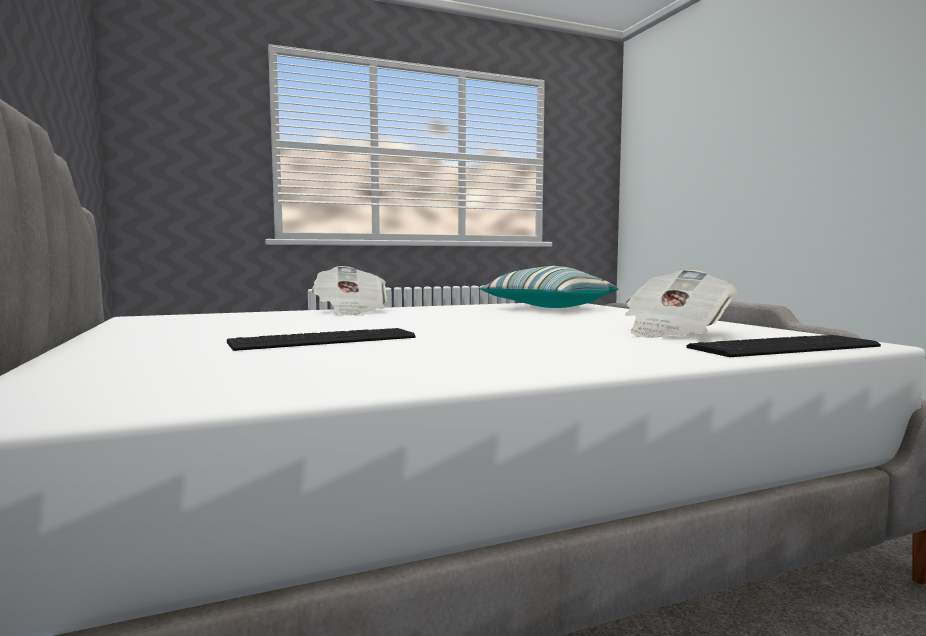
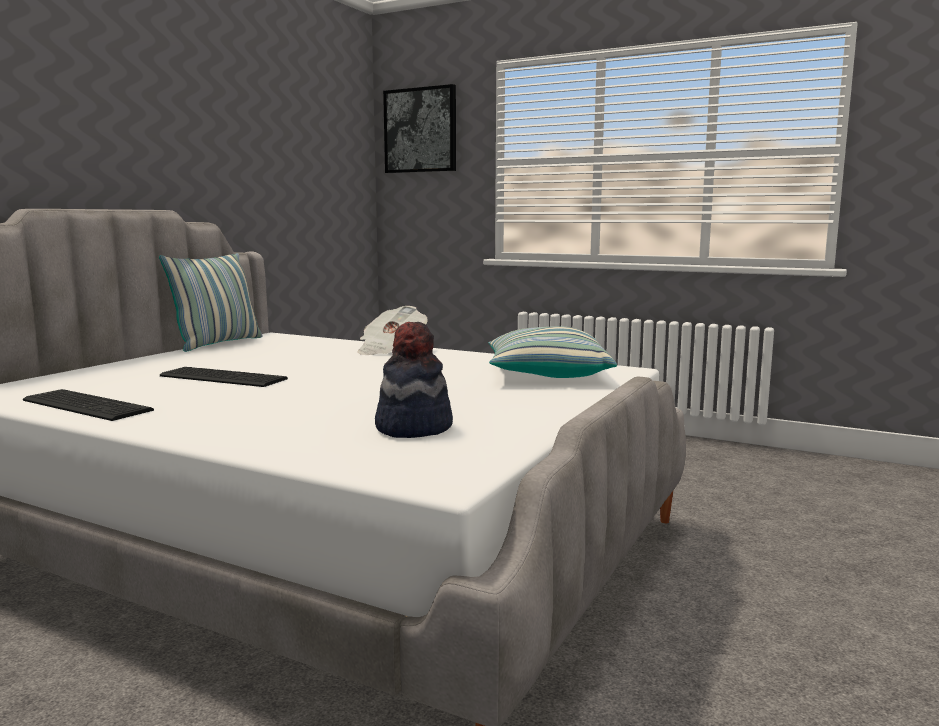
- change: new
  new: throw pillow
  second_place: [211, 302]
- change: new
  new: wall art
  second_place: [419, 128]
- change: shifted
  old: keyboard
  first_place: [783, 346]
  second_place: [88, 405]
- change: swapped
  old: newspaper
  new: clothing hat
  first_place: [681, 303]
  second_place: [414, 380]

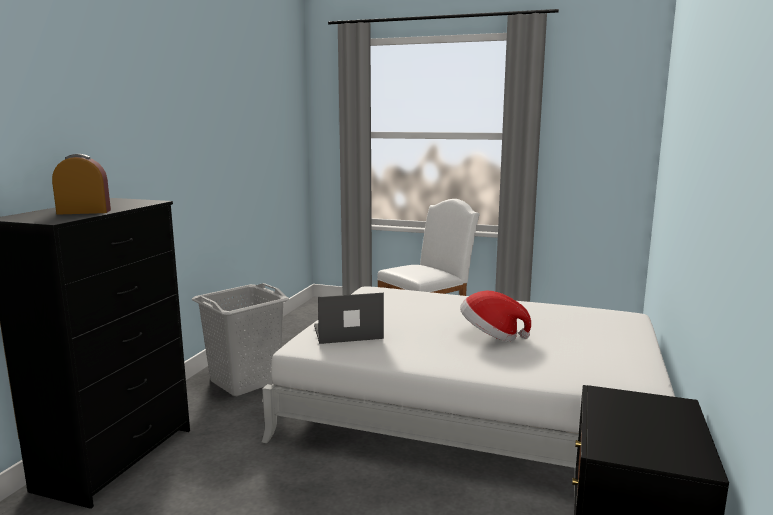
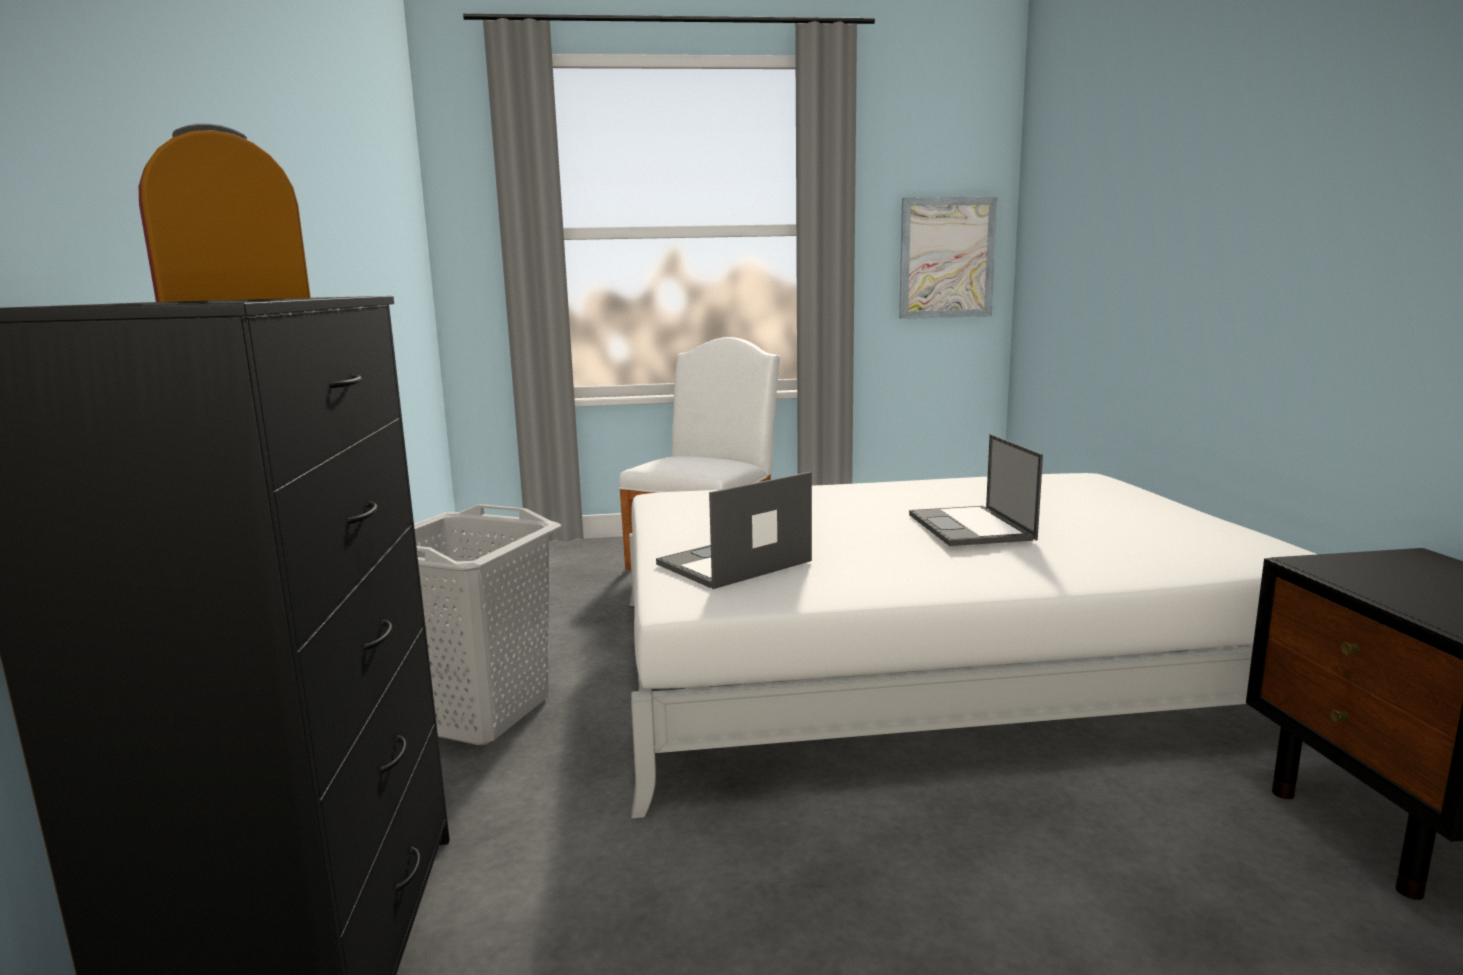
- change: new
  new: wall art
  second_place: [948, 257]
- change: swapped
  old: clothing hat
  new: notebook computer
  first_place: [495, 316]
  second_place: [976, 490]

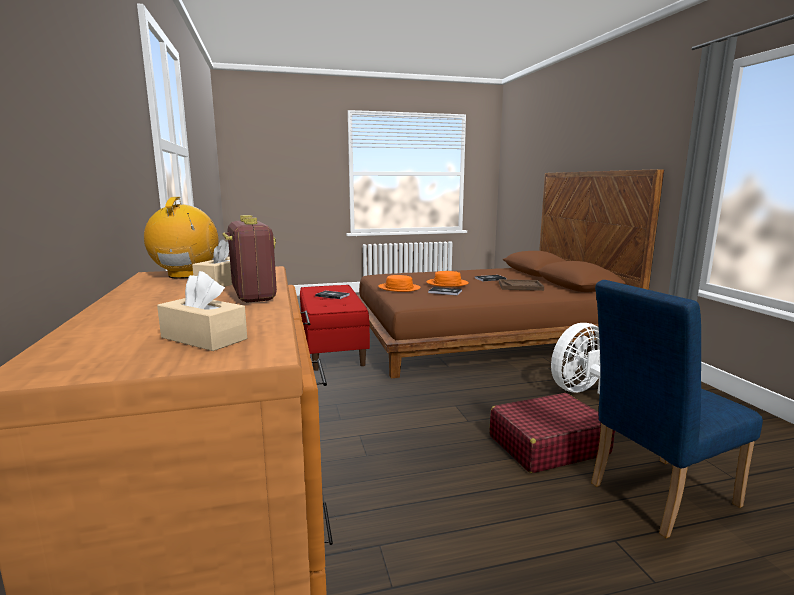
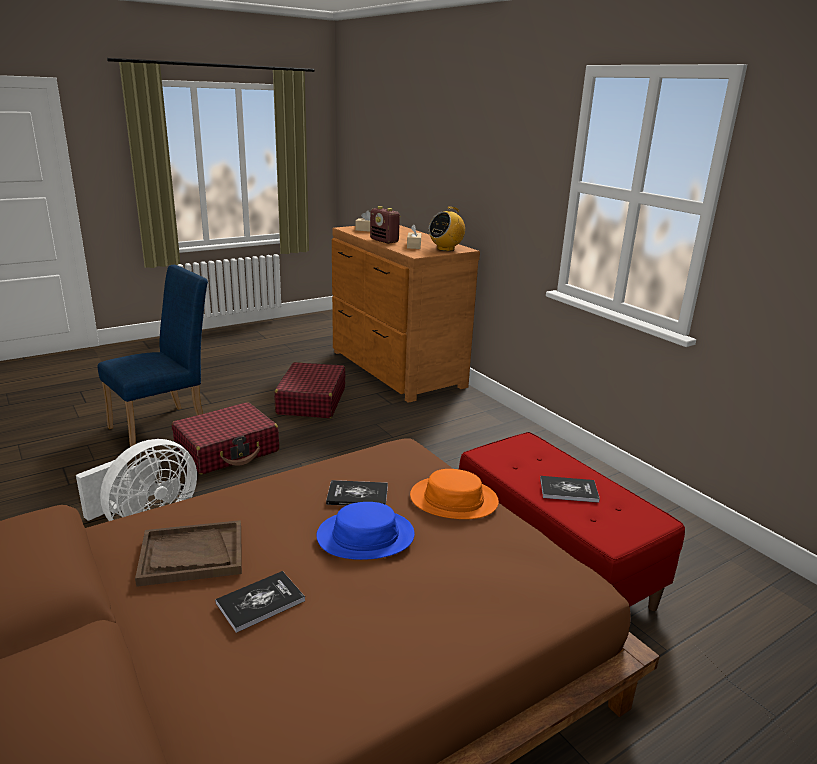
- change: new
  new: red-coloured piece of luggage
  second_place: [309, 390]
- change: repainted
  old: orange clothing hat
  new: bluish clothing hat
  first_place: [447, 279]
  second_place: [365, 531]
- change: rotated
  old: radio
  first_place: [181, 238]
  second_place: [447, 229]
  degrees: 75

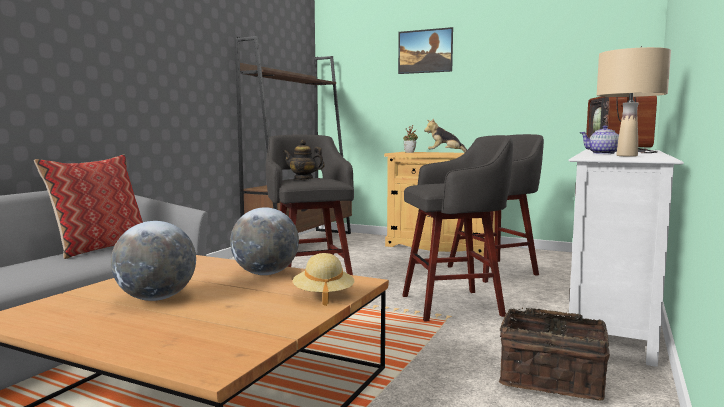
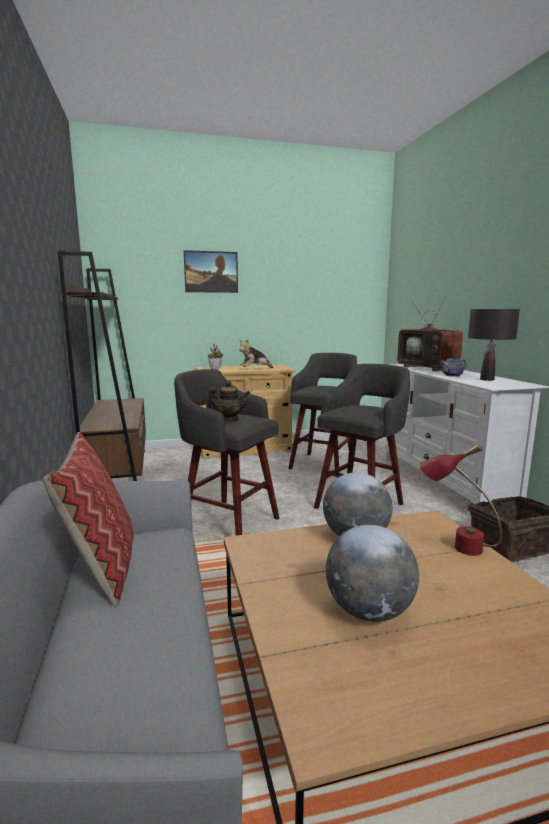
- change: swapped
  old: sand-coloured clothing hat
  new: red-coloured tabletop lamp
  first_place: [323, 279]
  second_place: [460, 500]
- change: repainted
  old: sand-coloured tabletop lamp
  new: black tabletop lamp
  first_place: [634, 102]
  second_place: [494, 345]
- change: rotated
  old: tea pot
  first_place: [304, 160]
  second_place: [228, 400]
  degrees: -150

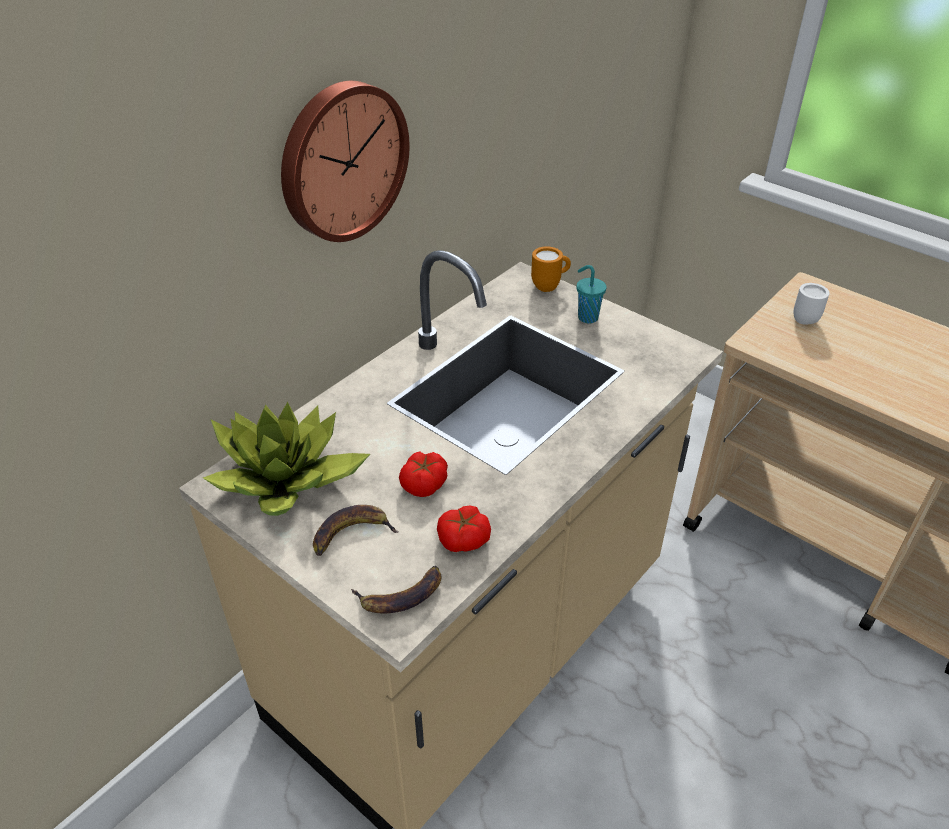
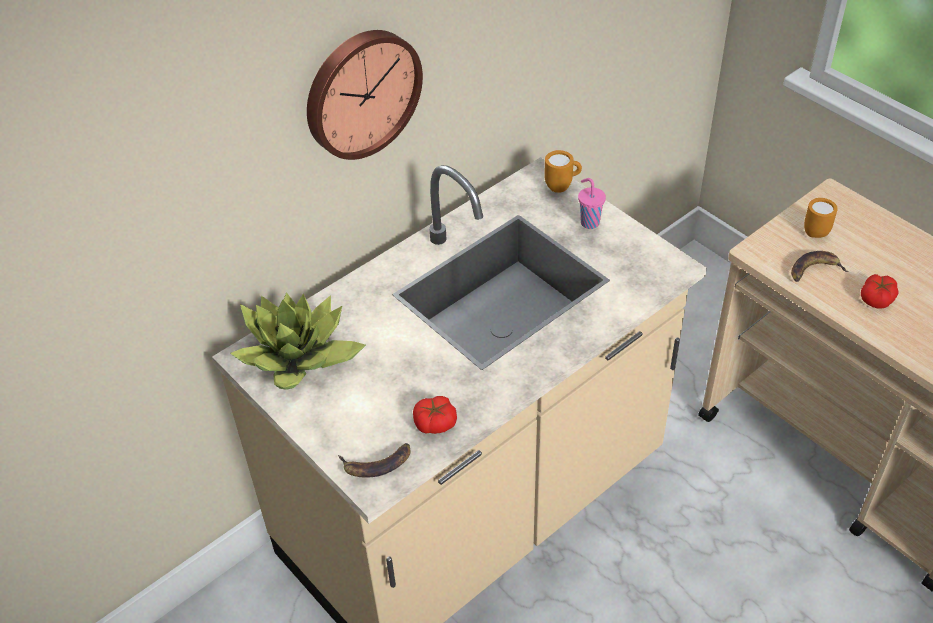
- change: shifted
  old: whole banana
  first_place: [356, 530]
  second_place: [820, 266]
- change: shifted
  old: whole tomato
  first_place: [423, 474]
  second_place: [880, 291]
- change: repainted
  old: turquoise cup
  new: pink cup
  first_place: [592, 294]
  second_place: [592, 203]
- change: repainted
  old: white-coloured tea mug
  new: orange tea mug
  first_place: [812, 303]
  second_place: [821, 218]

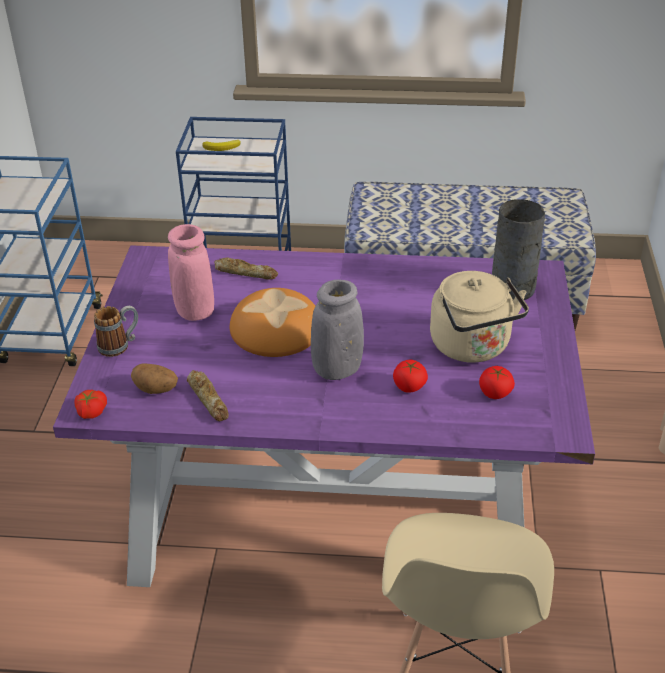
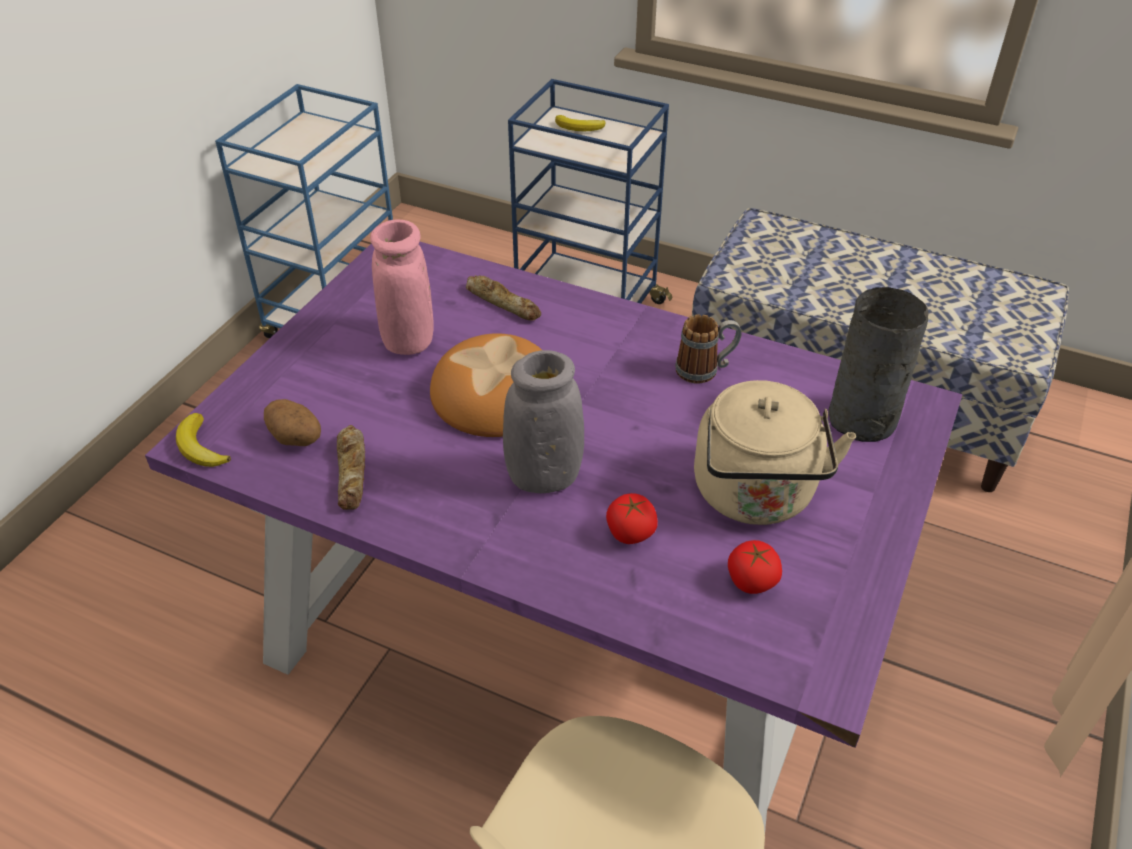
- change: shifted
  old: tea mug
  first_place: [116, 331]
  second_place: [708, 348]
- change: swapped
  old: whole tomato
  new: whole banana
  first_place: [91, 404]
  second_place: [203, 440]

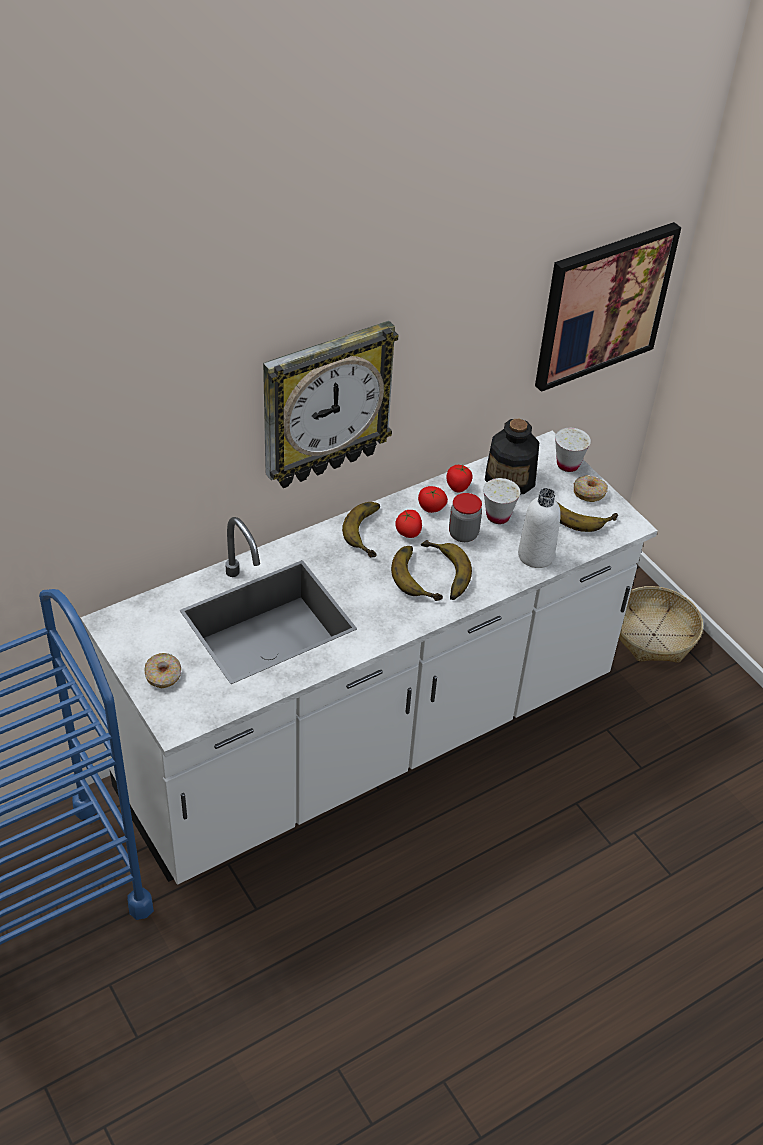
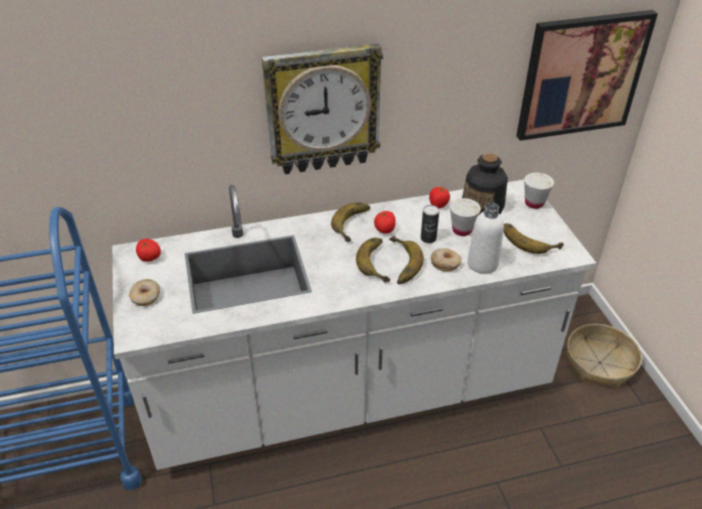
- change: shifted
  old: whole tomato
  first_place: [433, 499]
  second_place: [148, 250]
- change: shifted
  old: doughnut
  first_place: [591, 488]
  second_place: [446, 259]
- change: swapped
  old: preserve jar
  new: metal can
  first_place: [465, 517]
  second_place: [430, 224]

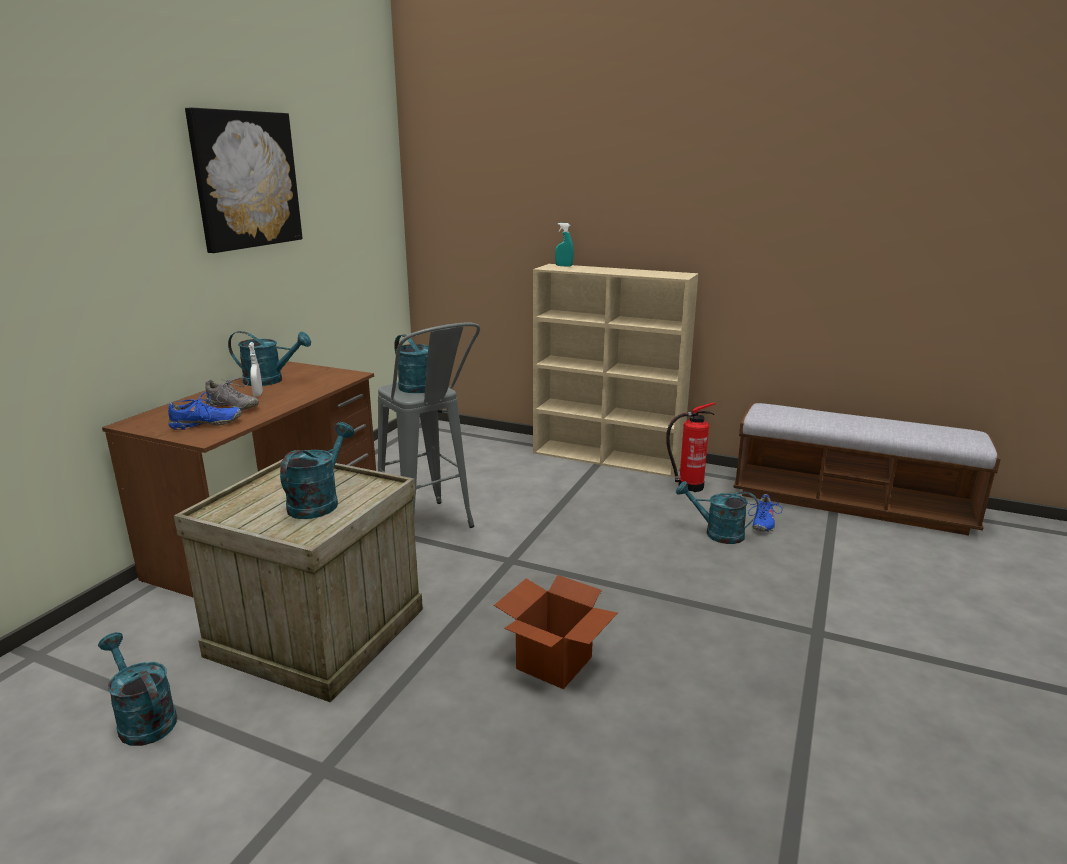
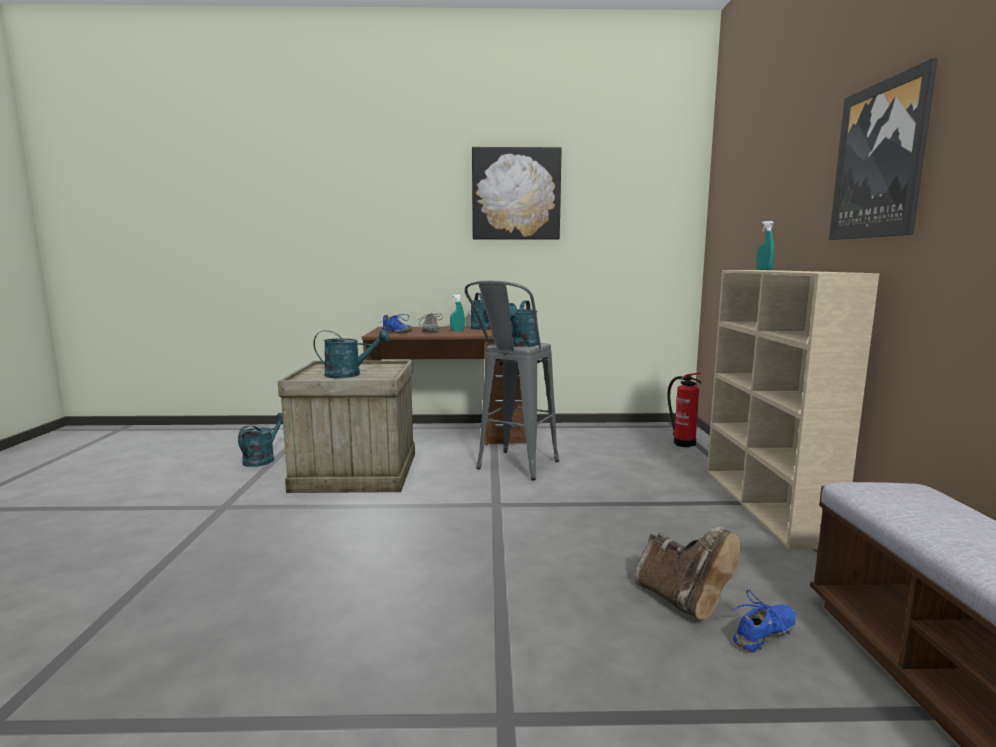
- change: gone
  old: packing box
  first_place: [555, 632]
- change: new
  new: wall art
  second_place: [883, 149]
- change: shifted
  old: fire extinguisher
  first_place: [690, 447]
  second_place: [684, 409]
- change: swapped
  old: turquoise sprinkling can
  new: brown-coloured tall boot
  first_place: [717, 512]
  second_place: [687, 573]
- change: repainted
  old: white-coloured spray bottle
  new: turquoise spray bottle
  first_place: [255, 369]
  second_place: [457, 312]
- change: rotated
  old: bluish shoe
  first_place: [765, 513]
  second_place: [764, 621]
  degrees: 150

